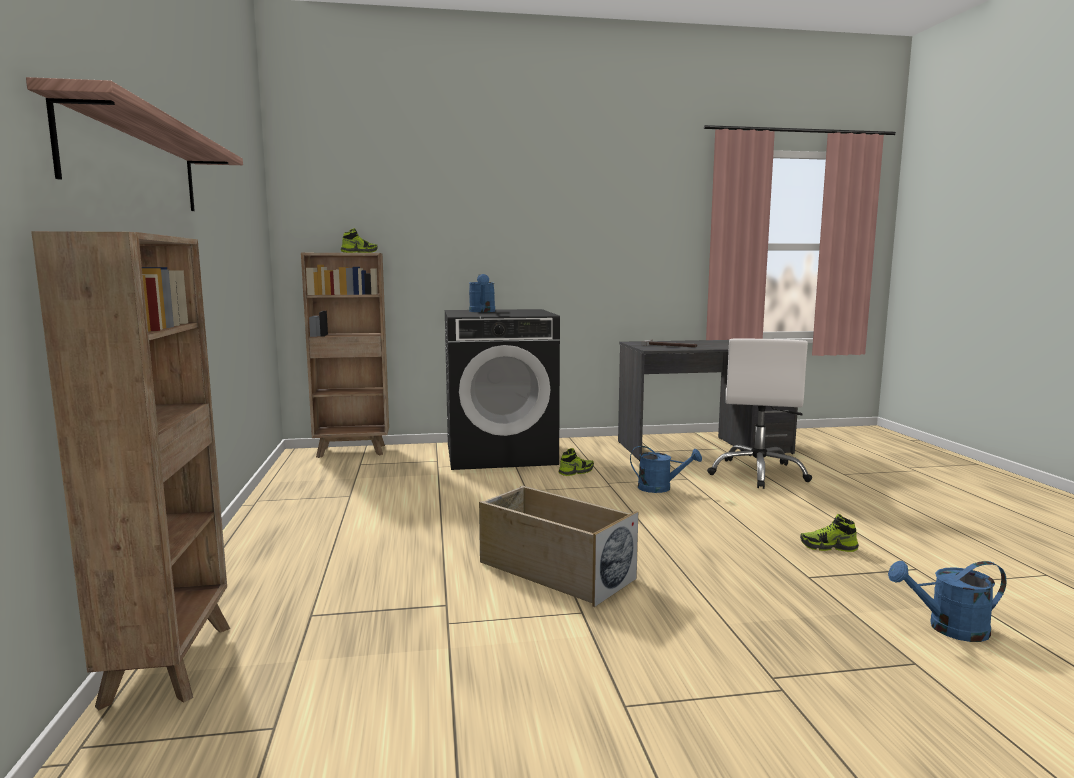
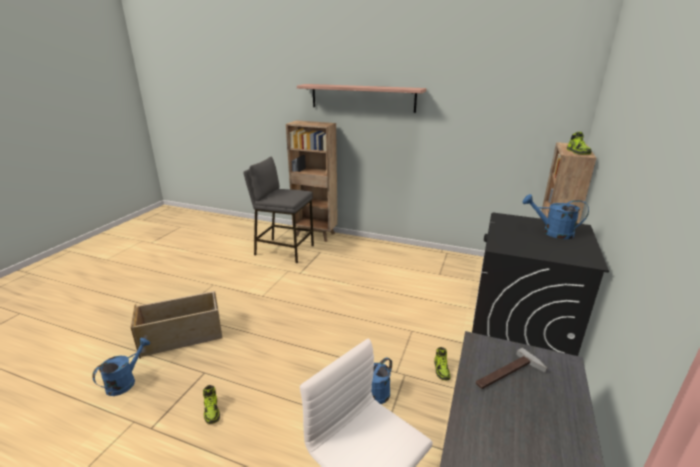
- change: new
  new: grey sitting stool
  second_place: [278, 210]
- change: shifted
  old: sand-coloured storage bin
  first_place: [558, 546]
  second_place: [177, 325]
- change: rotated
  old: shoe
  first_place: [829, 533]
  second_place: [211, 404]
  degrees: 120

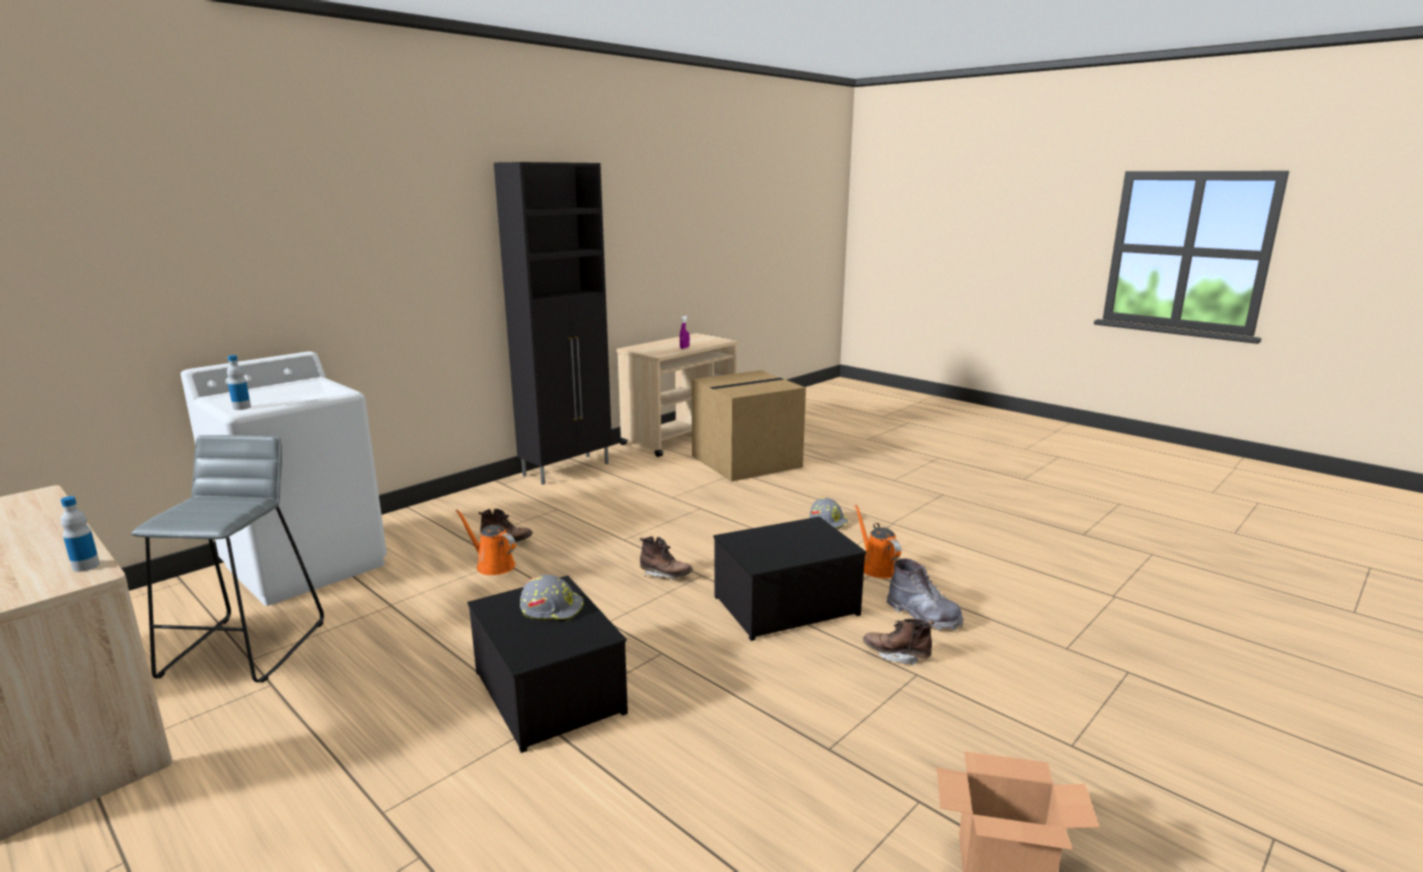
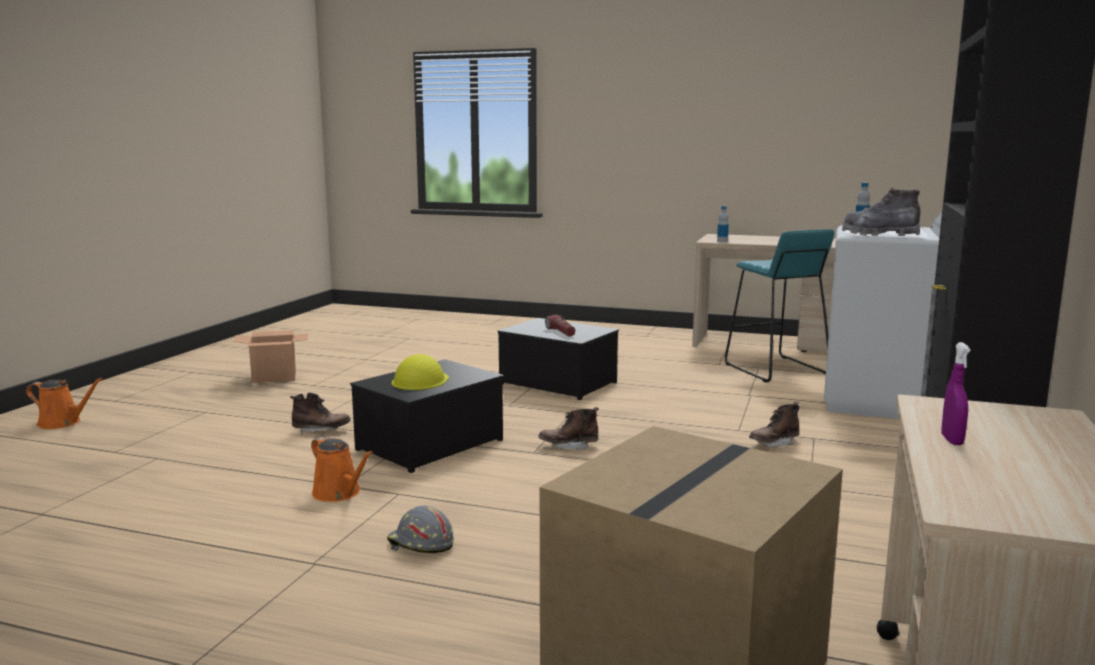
- change: new
  new: yellow safety helmet
  second_place: [420, 372]
- change: shifted
  old: orange sprinkling can
  first_place: [486, 542]
  second_place: [64, 403]
- change: shifted
  old: grey tall boot
  first_place: [925, 594]
  second_place: [881, 212]
- change: swapped
  old: grey safety helmet
  new: hand torch
  first_place: [552, 598]
  second_place: [560, 326]
- change: repainted
  old: grey sitting stool
  new: turquoise sitting stool
  first_place: [227, 559]
  second_place: [779, 305]

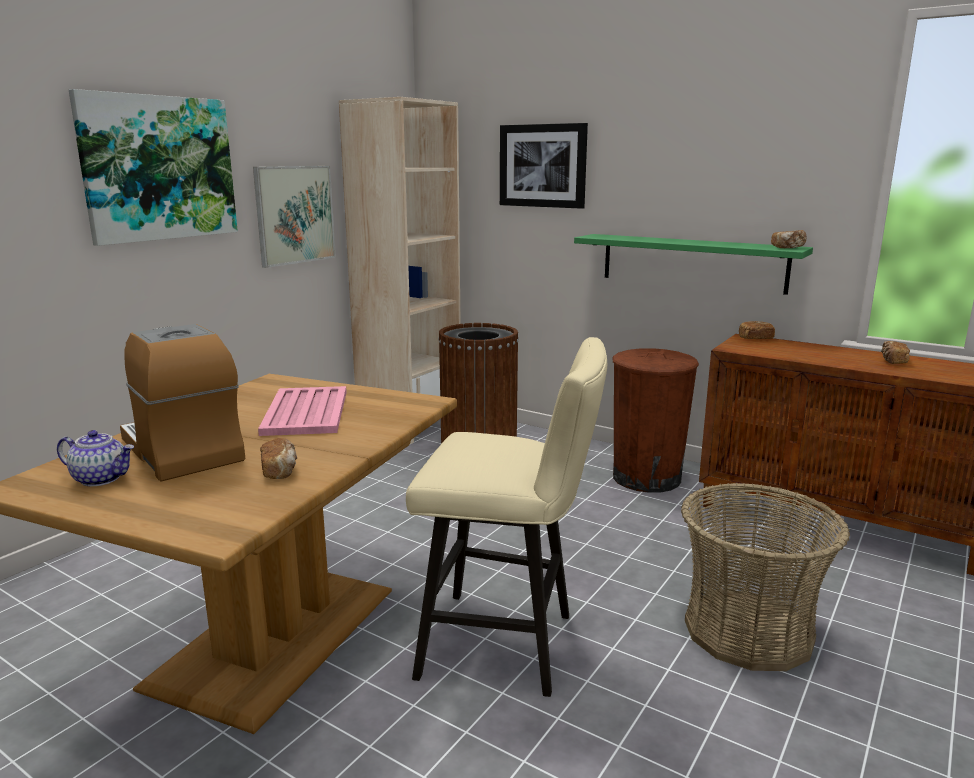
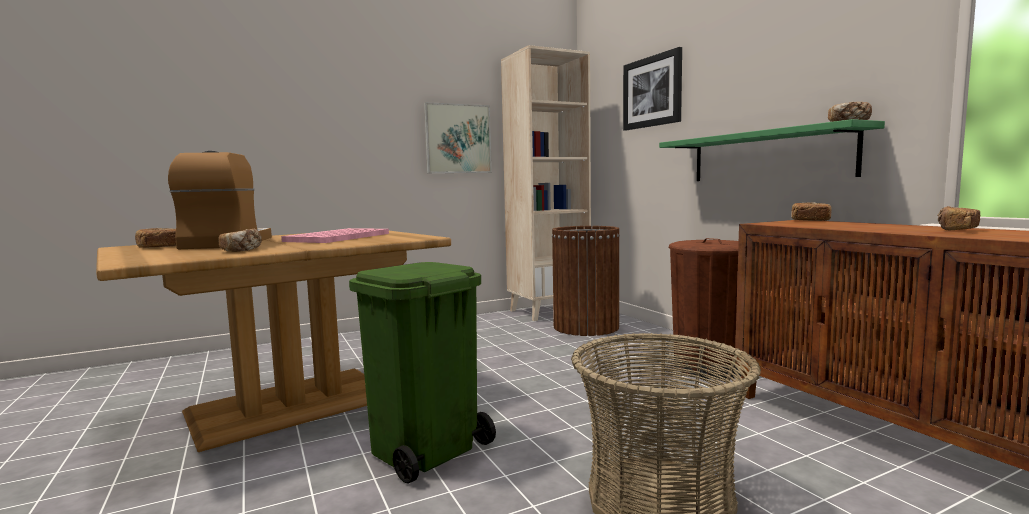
- change: gone
  old: wall art
  first_place: [153, 167]
- change: swapped
  old: tea pot
  new: bread
  first_place: [95, 458]
  second_place: [155, 238]
- change: swapped
  old: sand-coloured sitting stool
  new: green-coloured rubbish bin
  first_place: [506, 517]
  second_place: [422, 373]

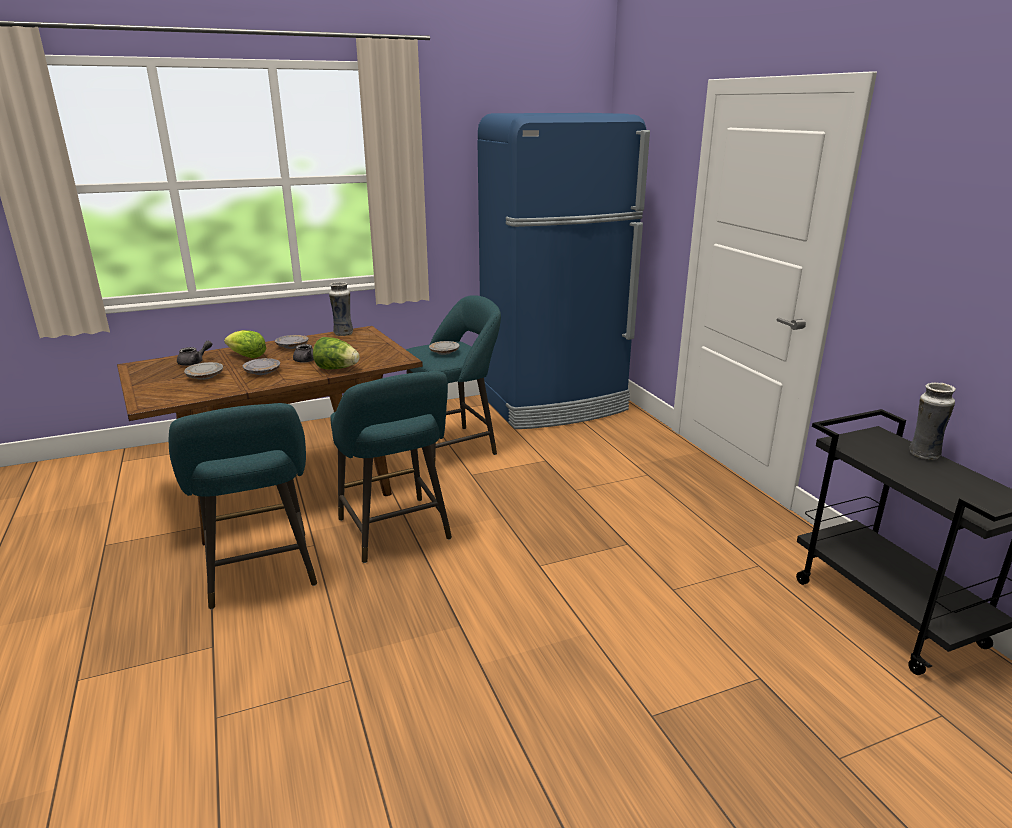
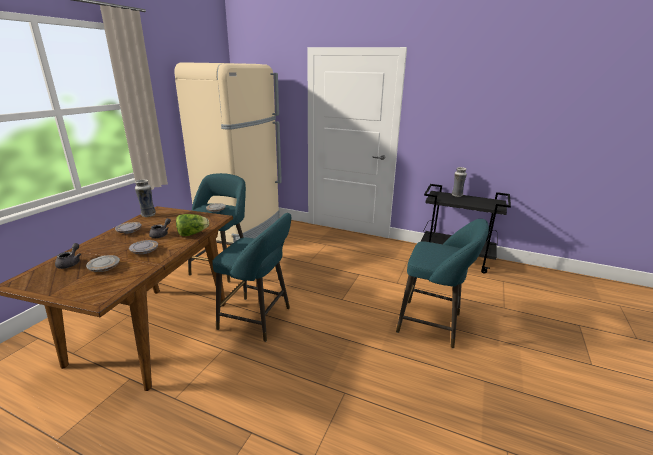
- change: gone
  old: head of lettuce
  first_place: [245, 344]
- change: shifted
  old: turquoise sitting stool
  first_place: [243, 506]
  second_place: [442, 283]
- change: repainted
  old: bluish refrigerator
  new: sand-coloured refrigerator
  first_place: [563, 271]
  second_place: [228, 152]

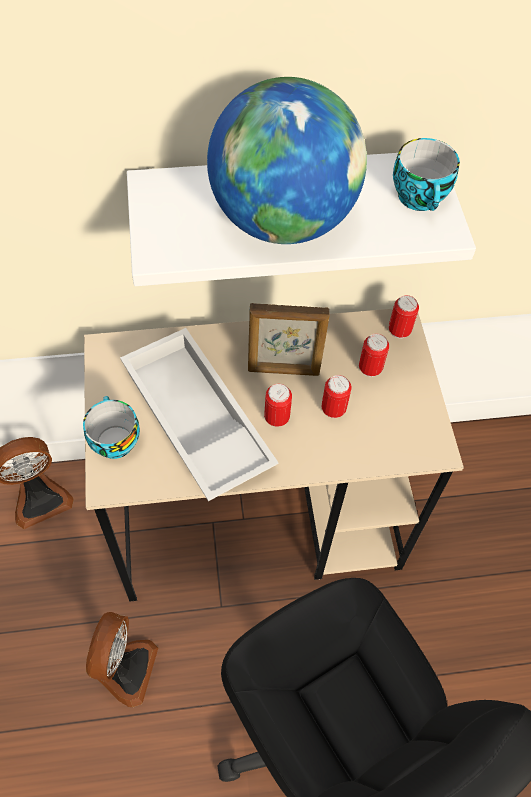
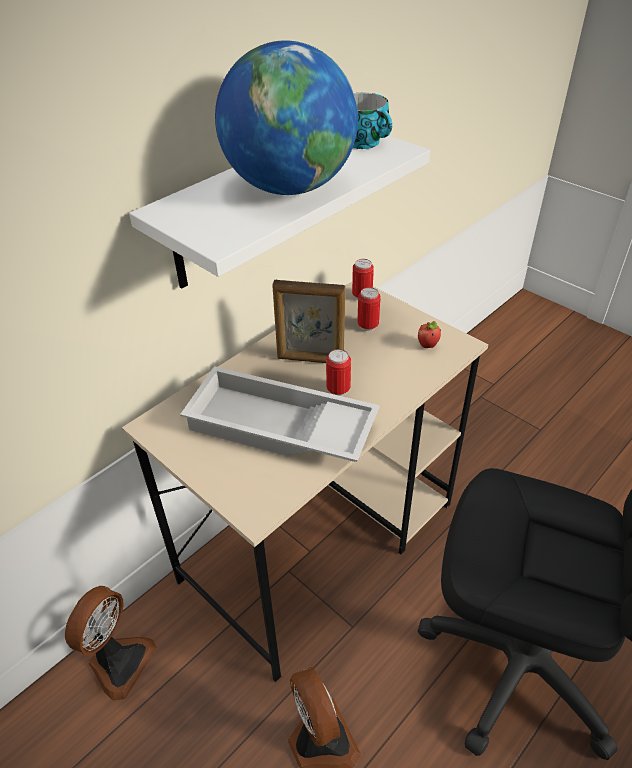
- change: gone
  old: cup
  first_place: [111, 427]
- change: gone
  old: metal can
  first_place: [337, 396]
- change: new
  new: apple fruit
  second_place: [429, 334]
- change: rotated
  old: photo frame
  first_place: [289, 339]
  second_place: [308, 321]
  degrees: 45

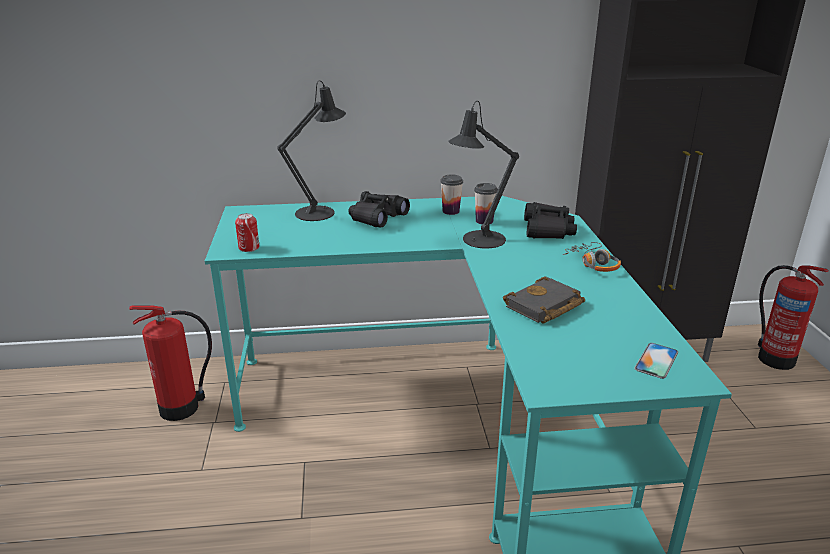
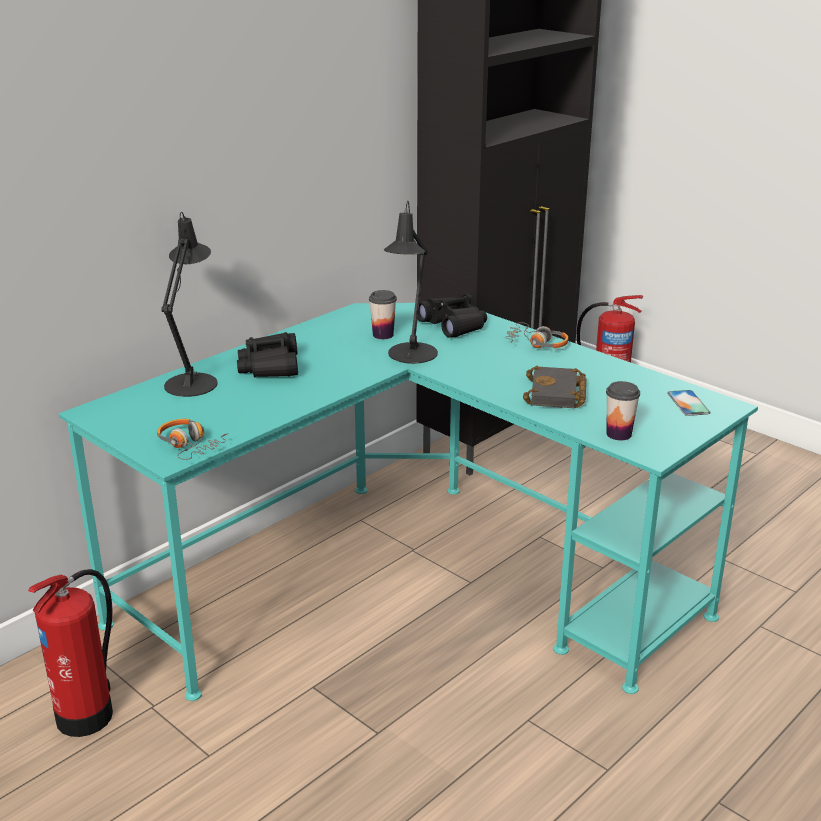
- change: shifted
  old: cup
  first_place: [451, 194]
  second_place: [623, 411]
- change: swapped
  old: metal can
  new: headset
  first_place: [247, 232]
  second_place: [193, 439]

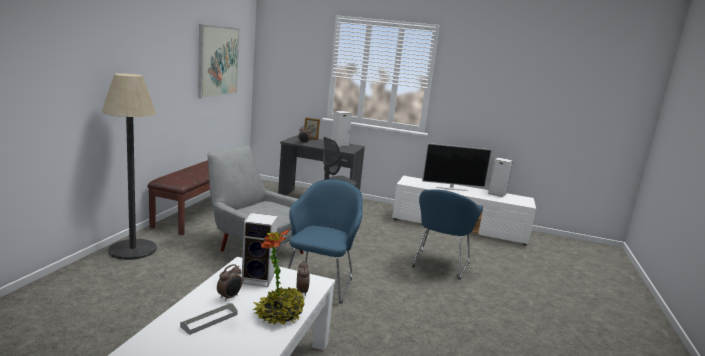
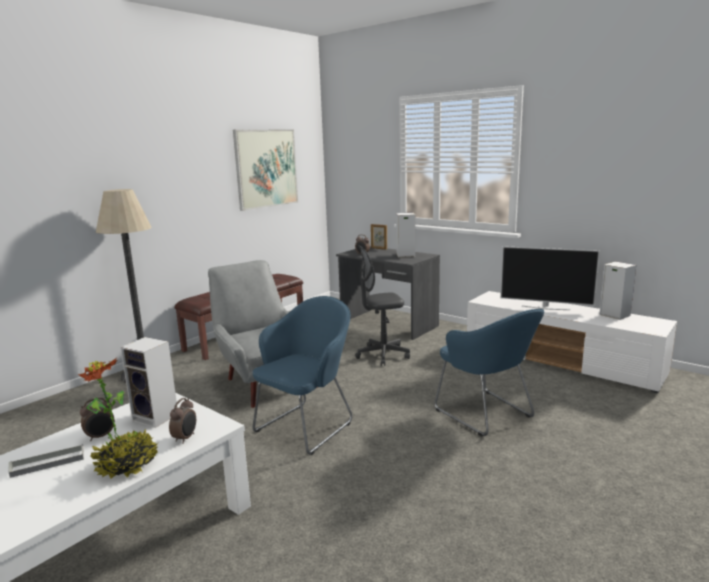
- change: rotated
  old: bluish easy chair
  first_place: [447, 234]
  second_place: [489, 373]
  degrees: -75

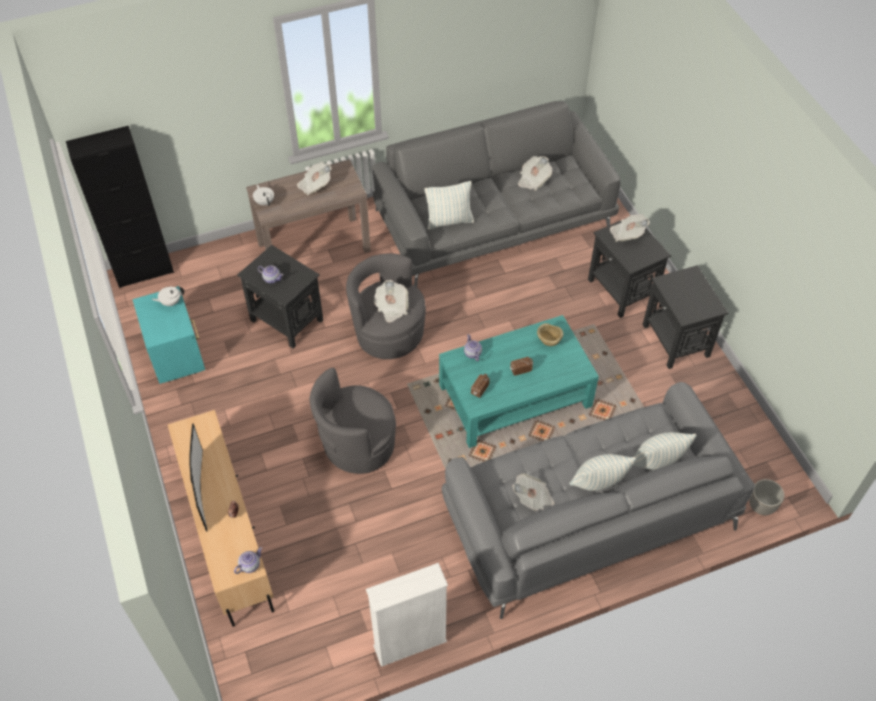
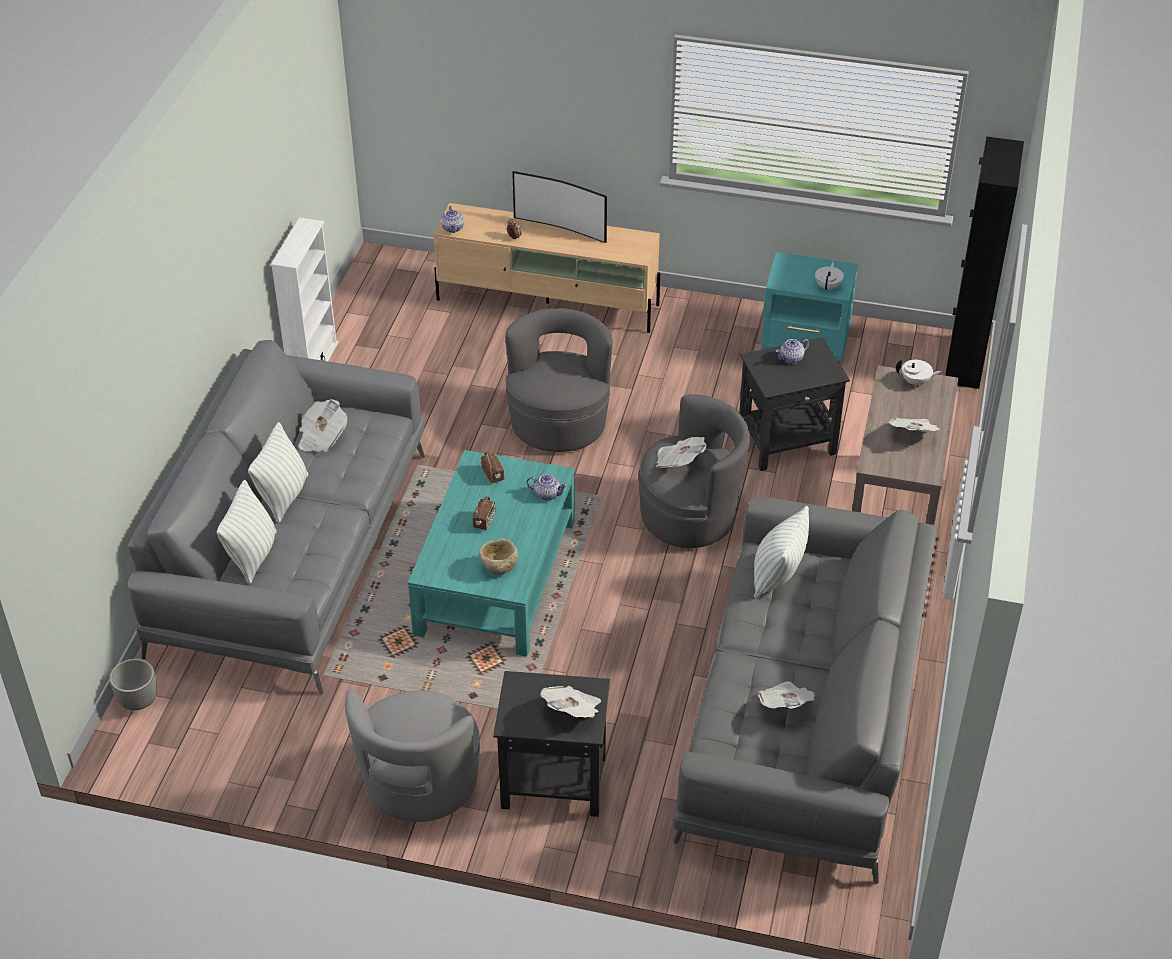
- change: swapped
  old: black side table
  new: grey easy chair
  first_place: [685, 317]
  second_place: [412, 755]

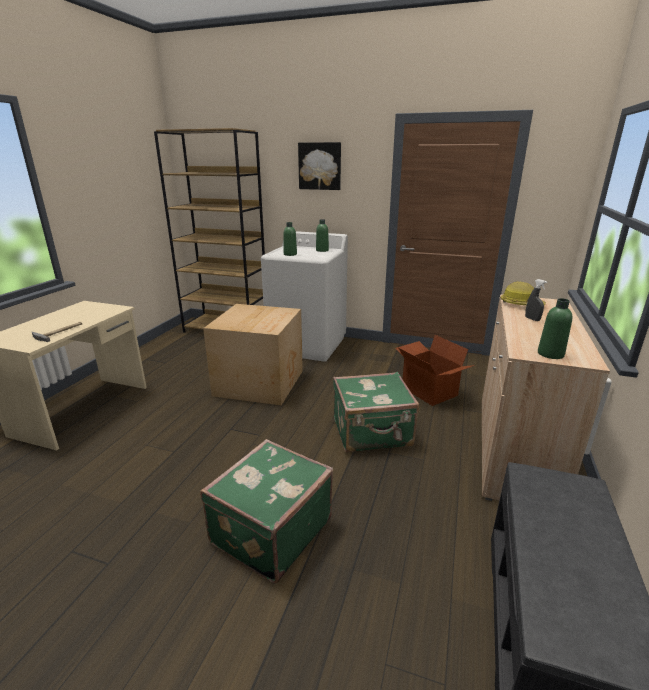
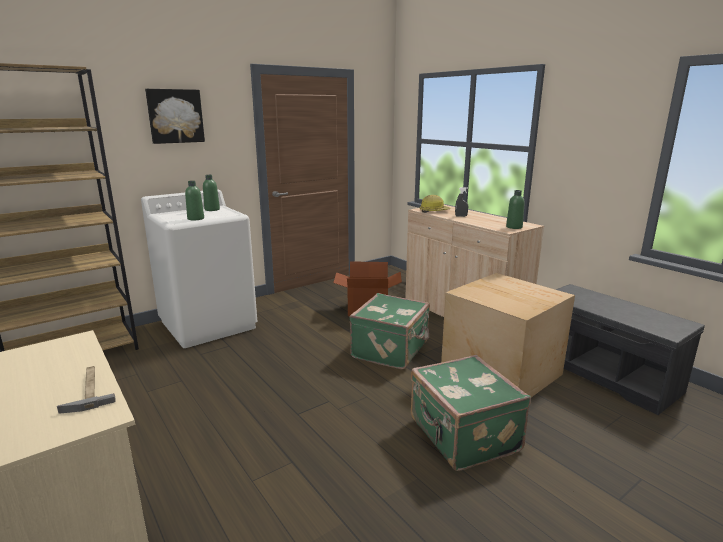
- change: shifted
  old: packing box
  first_place: [253, 354]
  second_place: [508, 335]

